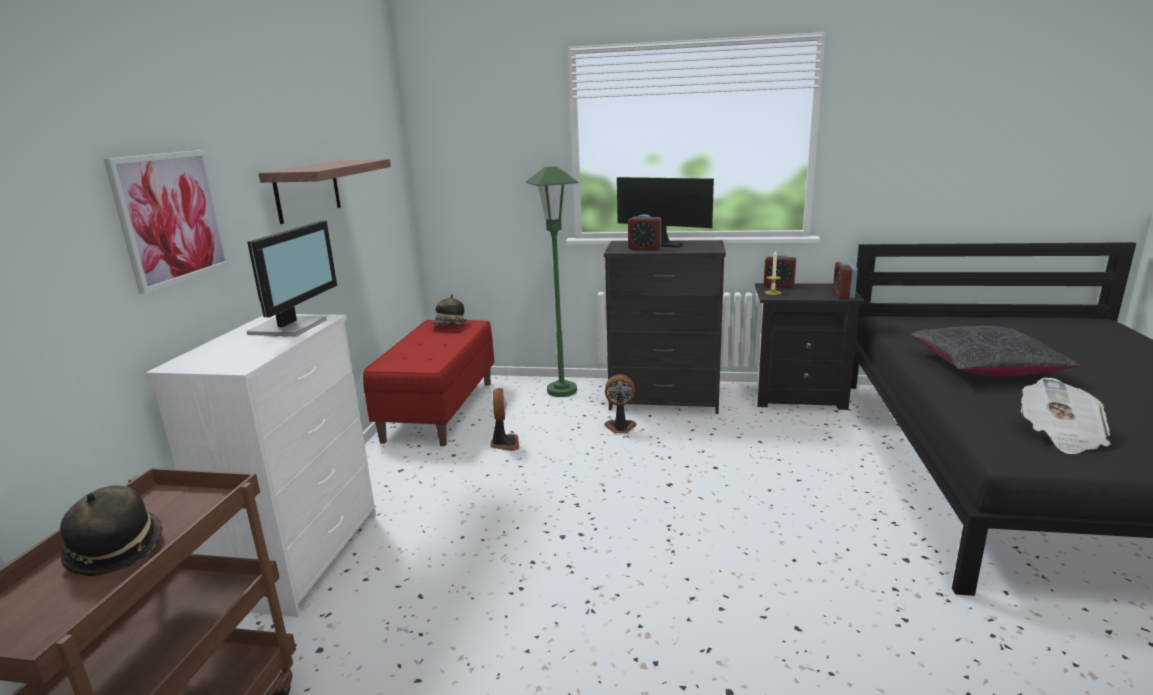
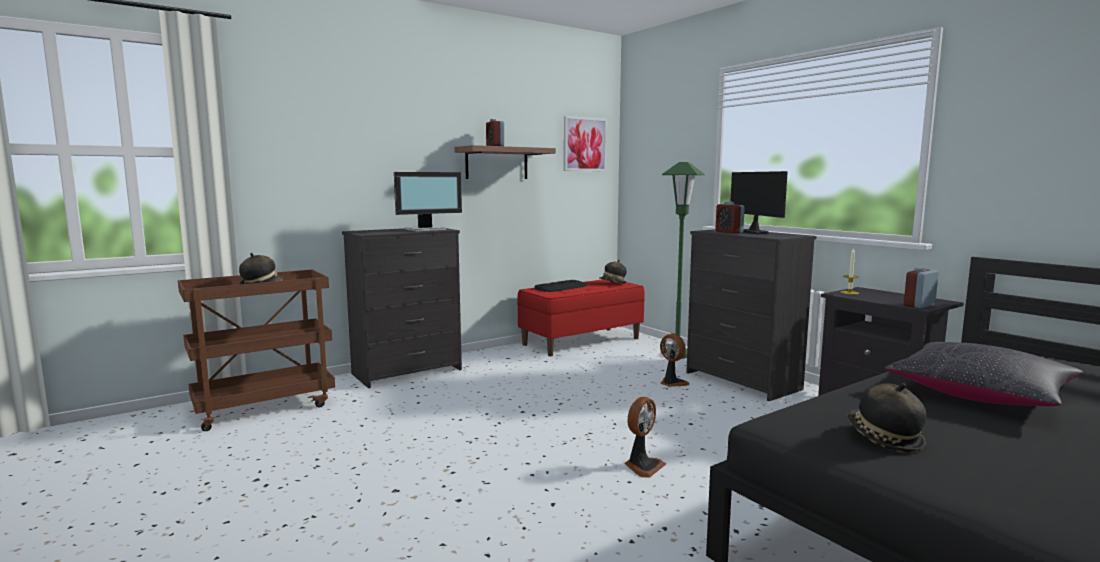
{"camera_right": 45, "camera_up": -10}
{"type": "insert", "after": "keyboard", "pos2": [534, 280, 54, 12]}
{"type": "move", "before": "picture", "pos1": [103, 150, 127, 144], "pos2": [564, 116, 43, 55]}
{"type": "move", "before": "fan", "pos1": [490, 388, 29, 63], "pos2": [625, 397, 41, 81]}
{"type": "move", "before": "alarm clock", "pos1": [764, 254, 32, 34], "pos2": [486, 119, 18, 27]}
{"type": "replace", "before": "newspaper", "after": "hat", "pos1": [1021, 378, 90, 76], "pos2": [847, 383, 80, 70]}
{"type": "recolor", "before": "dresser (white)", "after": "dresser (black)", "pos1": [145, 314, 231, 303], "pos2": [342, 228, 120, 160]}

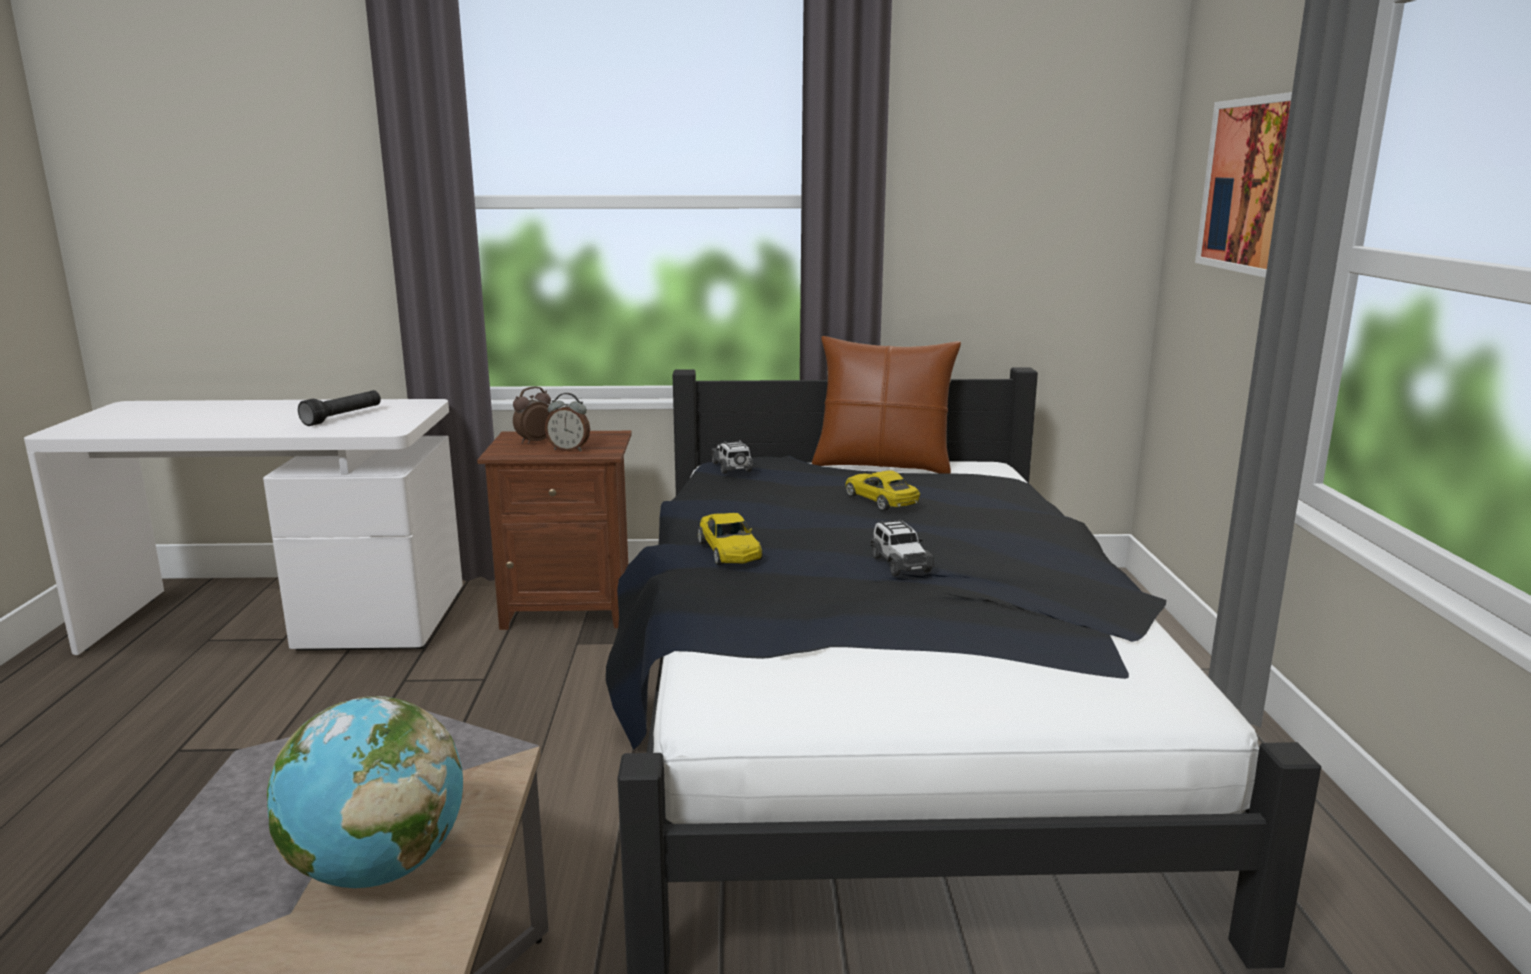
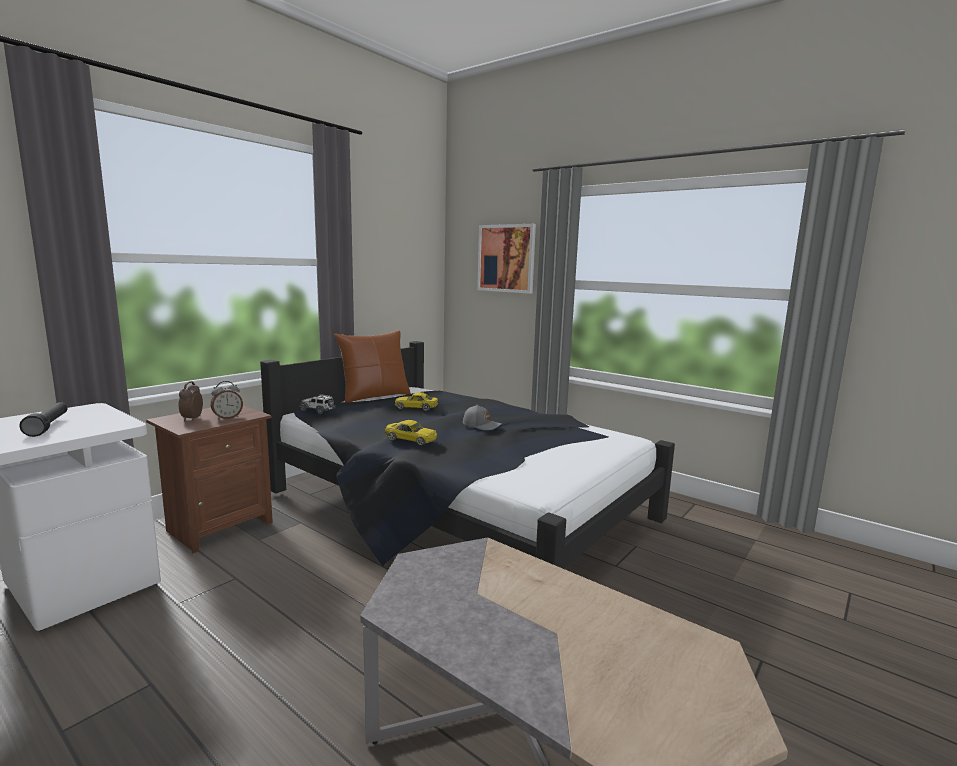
{"camera_right": -50, "camera_up": -5}
{"type": "delete", "before": "globe", "pos1": [267, 696, 196, 192]}
{"type": "replace", "before": "toy car", "after": "cap (grey)", "pos1": [870, 519, 64, 57], "pos2": [463, 405, 39, 25]}

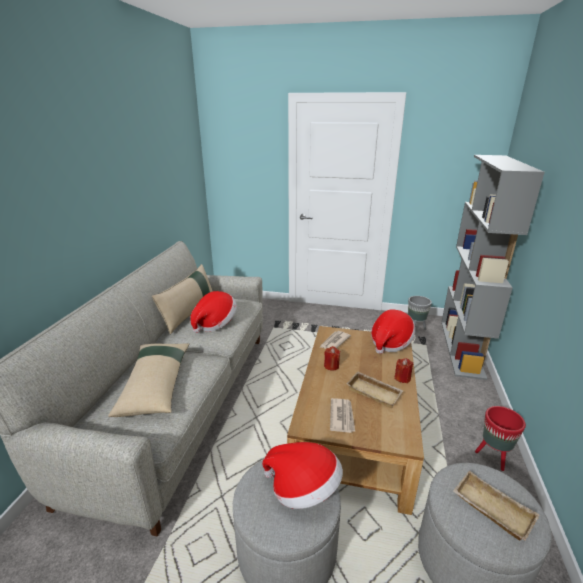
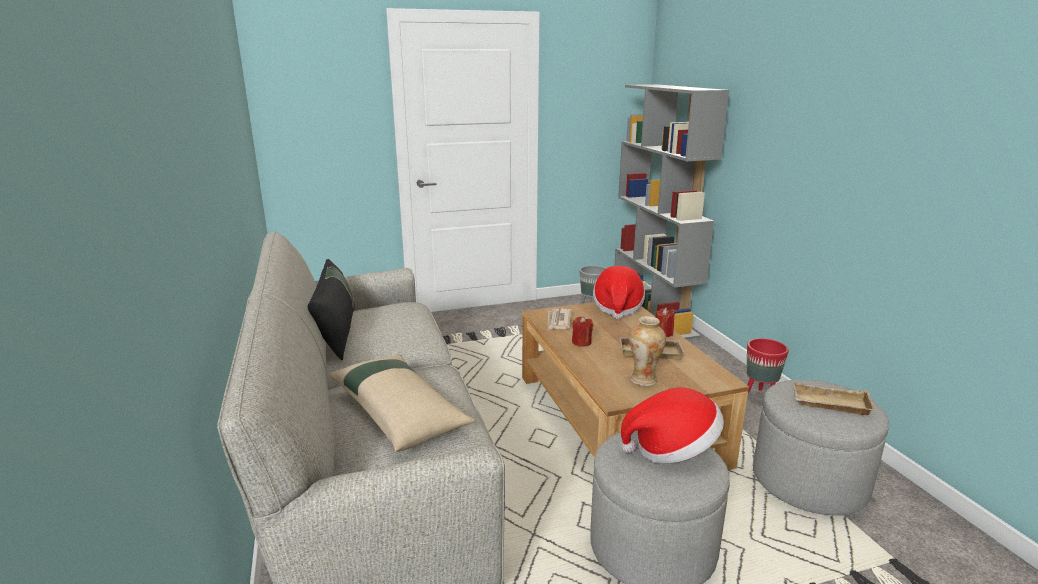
{"camera_right": -30, "camera_up": -5}
{"type": "delete", "before": "hat", "pos1": [190, 291, 47, 42]}
{"type": "replace", "before": "newspaper", "after": "vase", "pos1": [330, 398, 25, 35], "pos2": [630, 316, 36, 70]}
{"type": "recolor", "before": "pillow (beige)", "after": "pillow (black)", "pos1": [152, 264, 61, 70], "pos2": [308, 259, 47, 101]}

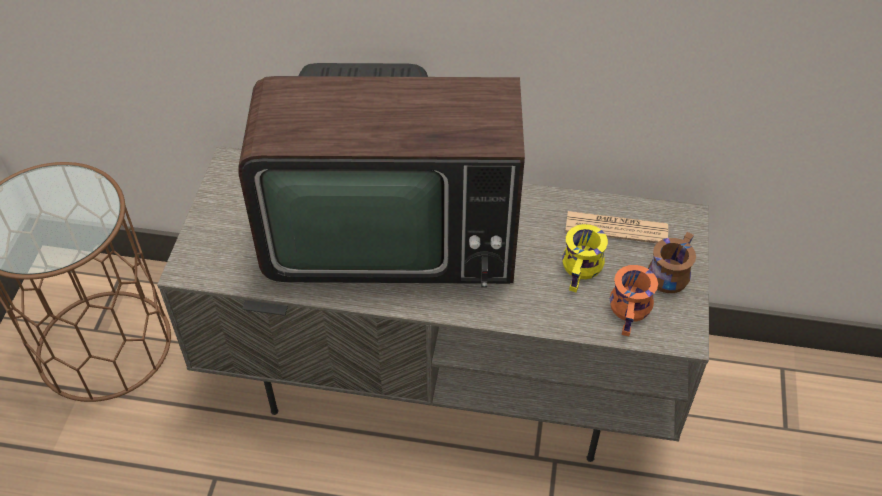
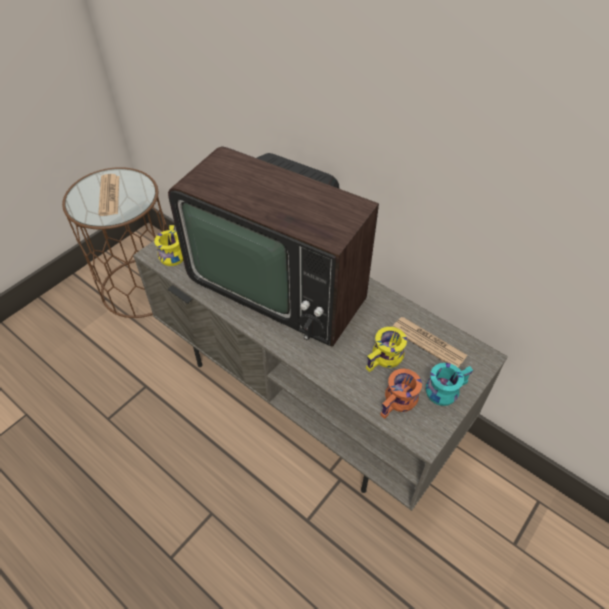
{"camera_right": 30, "camera_up": 0}
{"type": "insert", "after": "newspaper", "pos2": [98, 174, 21, 42]}
{"type": "insert", "after": "mug (yellow)", "pos2": [154, 225, 29, 41]}
{"type": "recolor", "before": "mug (brown)", "after": "mug (turquoise)", "pos1": [648, 232, 48, 61], "pos2": [426, 363, 47, 43]}

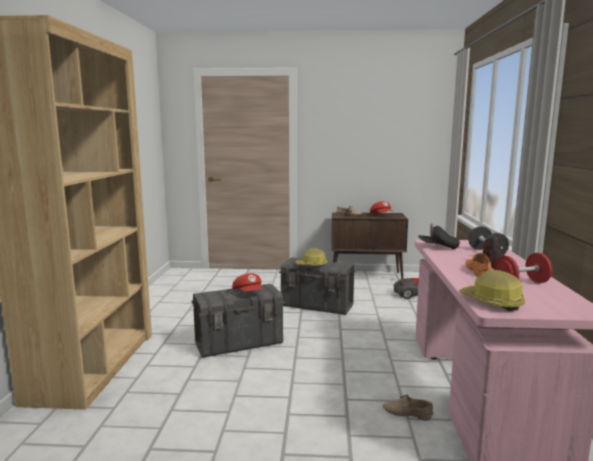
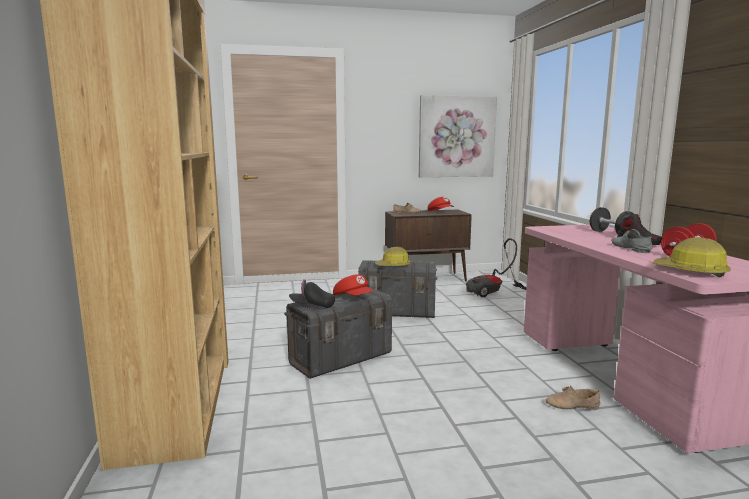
{"camera_right": -15, "camera_up": 0}
{"type": "insert", "after": "picture", "pos2": [419, 95, 78, 82]}
{"type": "move", "before": "cap (black)", "pos1": [418, 223, 42, 26], "pos2": [289, 279, 46, 29]}
{"type": "recolor", "before": "shoe (orange)", "after": "shoe (grey)", "pos1": [465, 253, 27, 24], "pos2": [611, 229, 42, 24]}

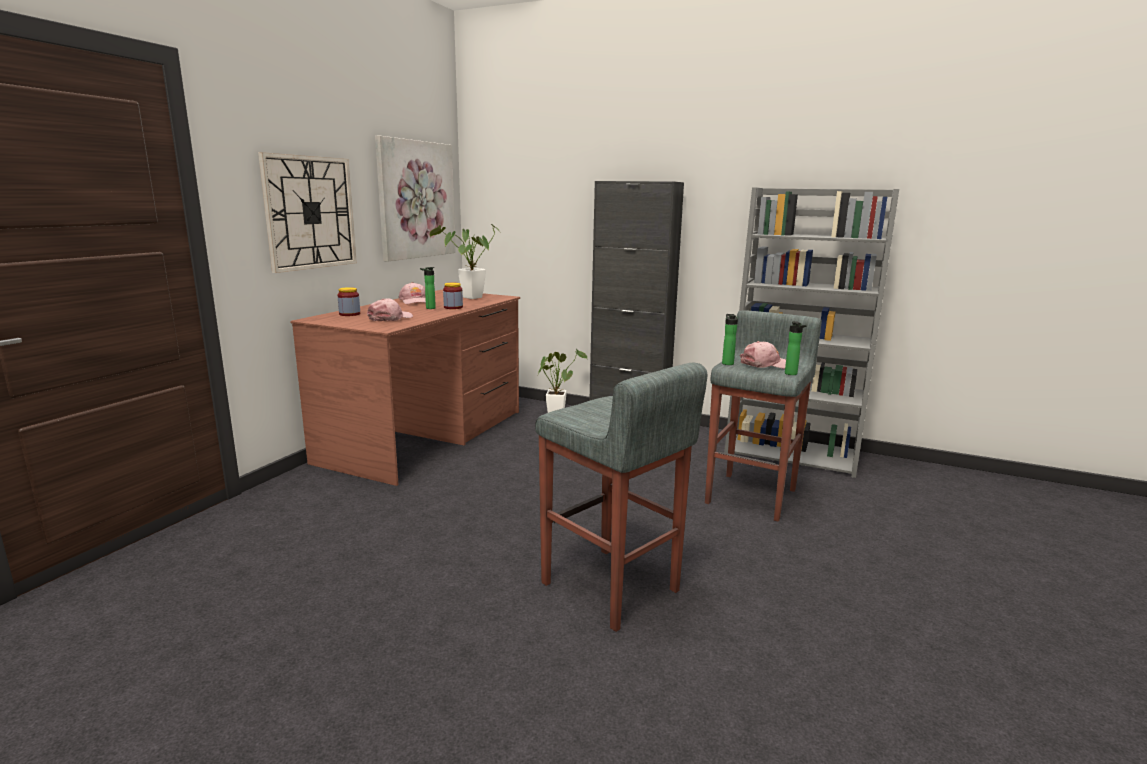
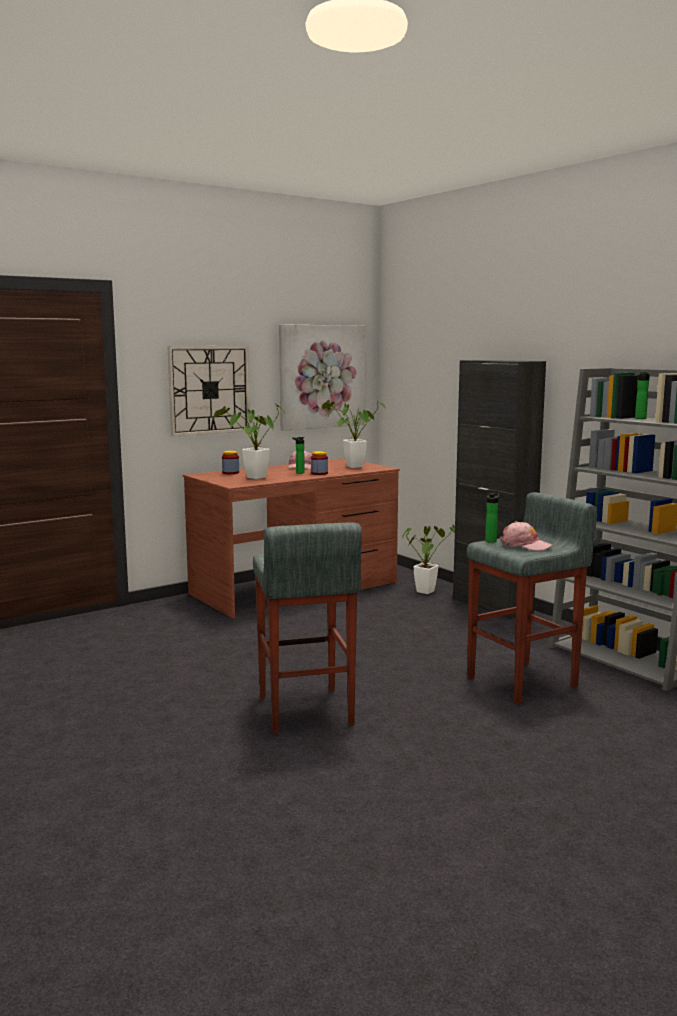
{"camera_right": 30, "camera_up": -5}
{"type": "move", "before": "bottle", "pos1": [785, 321, 22, 54], "pos2": [635, 372, 15, 47]}
{"type": "replace", "before": "cap (pink)", "after": "potted plant", "pos1": [367, 298, 46, 23], "pos2": [214, 404, 69, 75]}

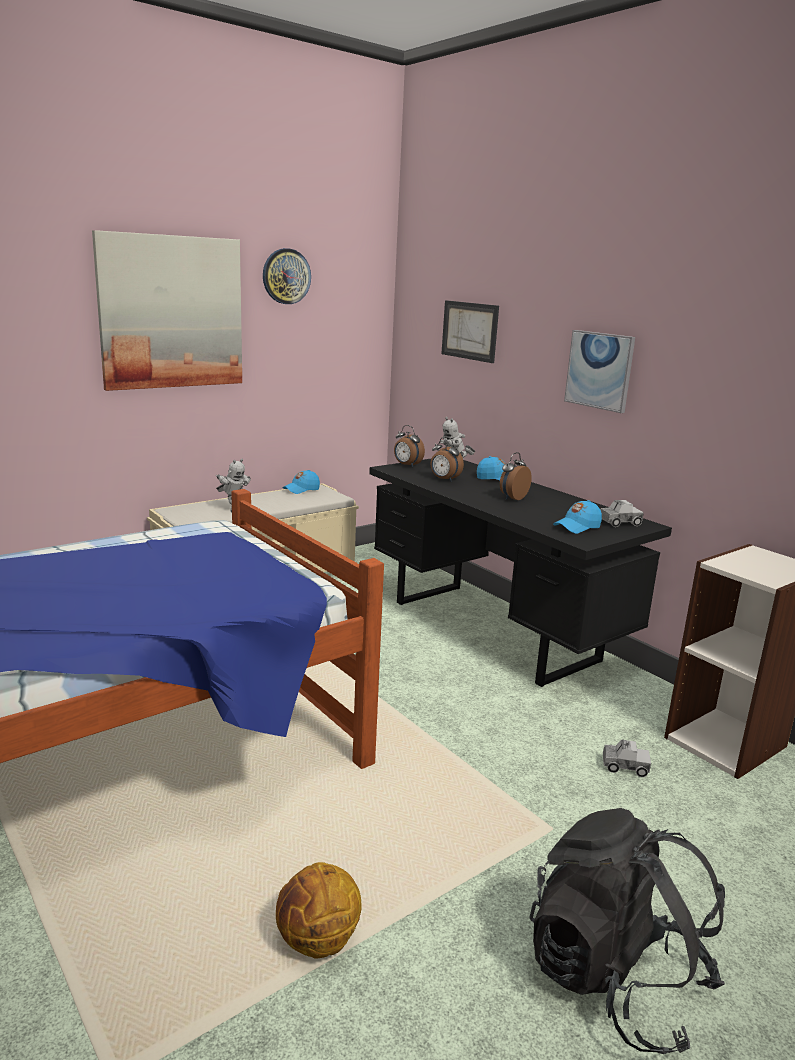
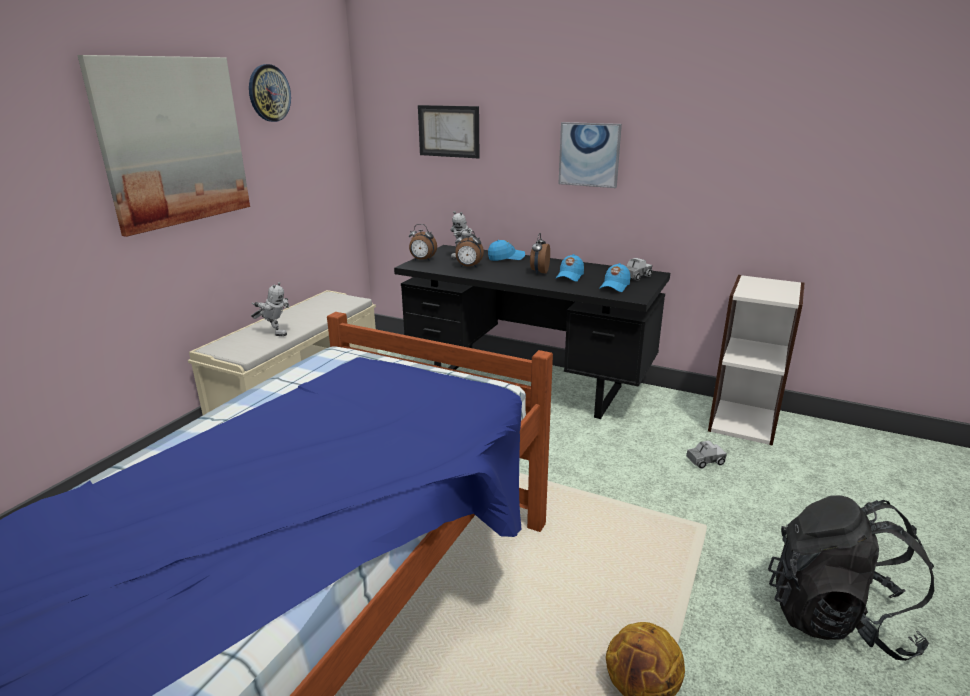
{"camera_right": -25, "camera_up": 5}
{"type": "move", "before": "cap (blue)", "pos1": [283, 470, 37, 24], "pos2": [555, 254, 29, 28]}

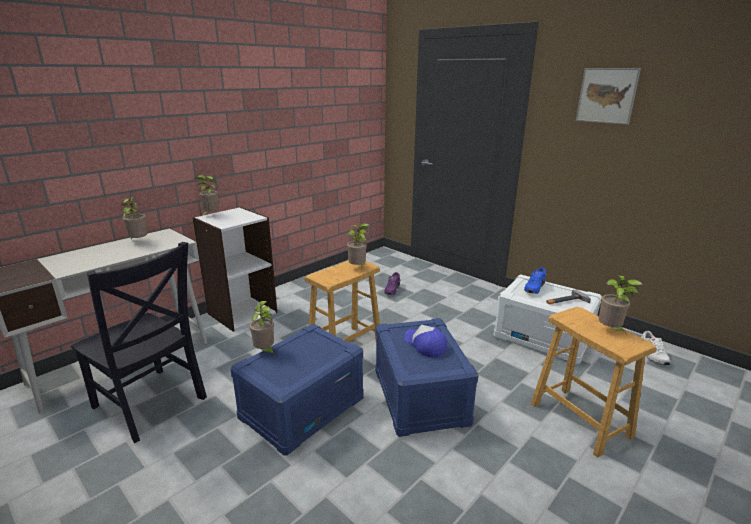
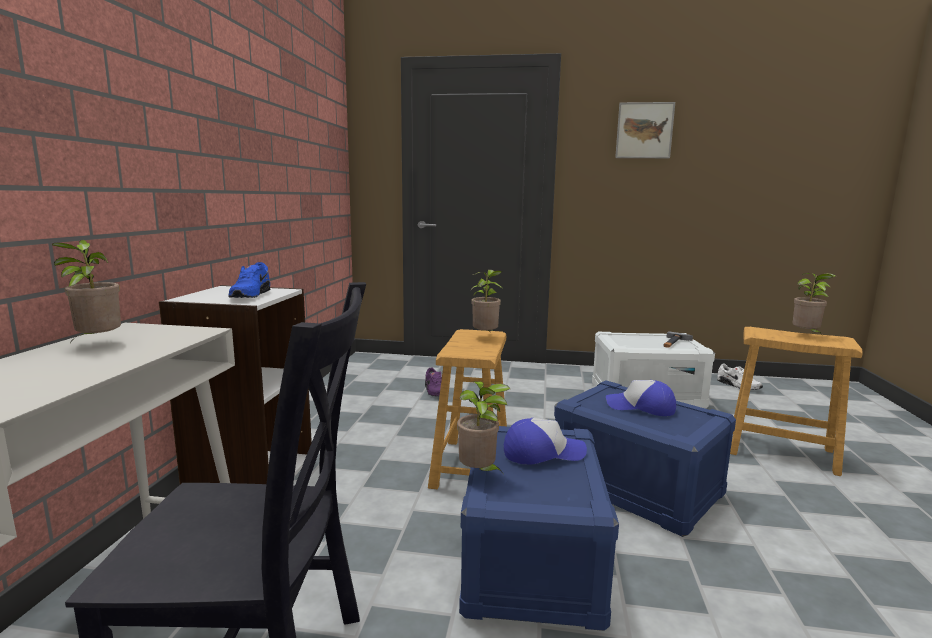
{"camera_right": -35, "camera_up": -10}
{"type": "delete", "before": "potted plant", "pos1": [193, 175, 26, 42]}
{"type": "insert", "after": "cap", "pos2": [504, 418, 83, 47]}
{"type": "move", "before": "shoe (blue)", "pos1": [524, 267, 22, 27], "pos2": [228, 262, 43, 36]}

